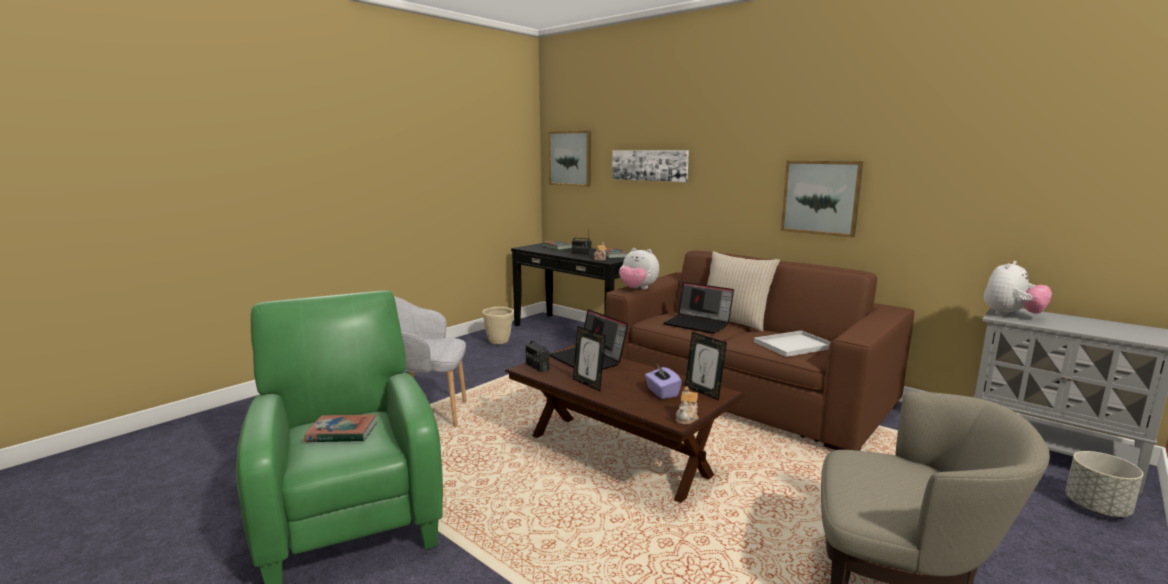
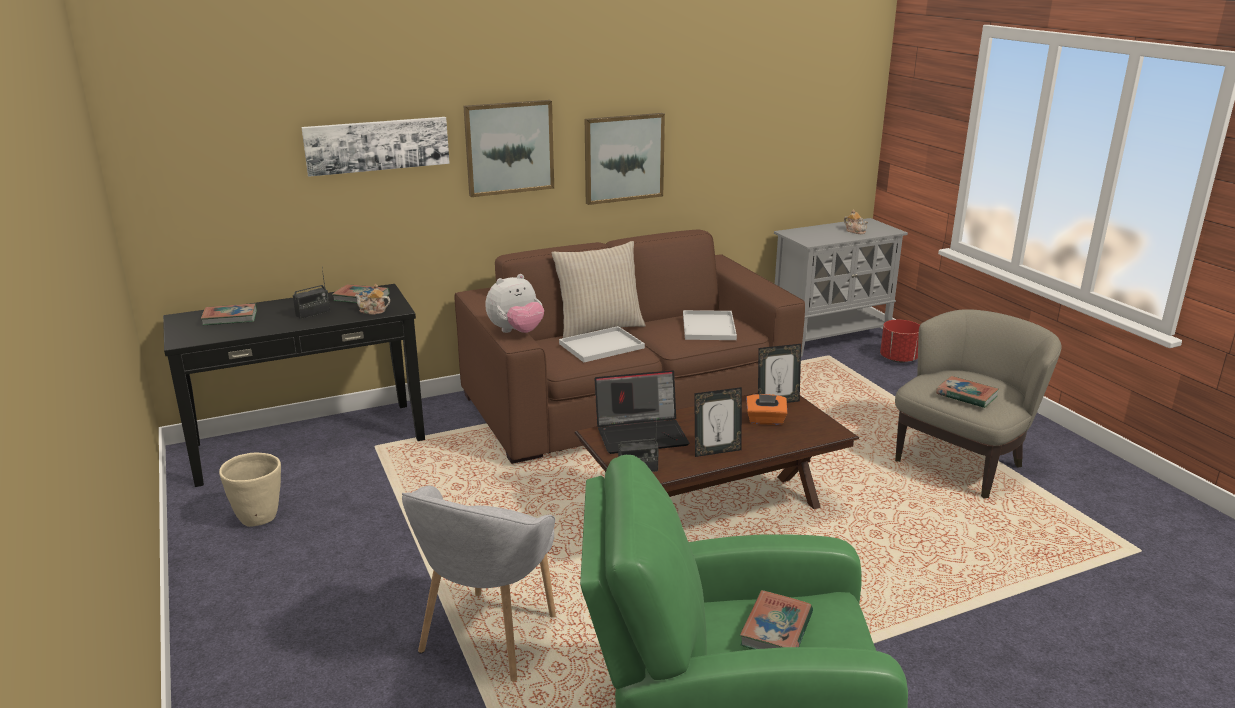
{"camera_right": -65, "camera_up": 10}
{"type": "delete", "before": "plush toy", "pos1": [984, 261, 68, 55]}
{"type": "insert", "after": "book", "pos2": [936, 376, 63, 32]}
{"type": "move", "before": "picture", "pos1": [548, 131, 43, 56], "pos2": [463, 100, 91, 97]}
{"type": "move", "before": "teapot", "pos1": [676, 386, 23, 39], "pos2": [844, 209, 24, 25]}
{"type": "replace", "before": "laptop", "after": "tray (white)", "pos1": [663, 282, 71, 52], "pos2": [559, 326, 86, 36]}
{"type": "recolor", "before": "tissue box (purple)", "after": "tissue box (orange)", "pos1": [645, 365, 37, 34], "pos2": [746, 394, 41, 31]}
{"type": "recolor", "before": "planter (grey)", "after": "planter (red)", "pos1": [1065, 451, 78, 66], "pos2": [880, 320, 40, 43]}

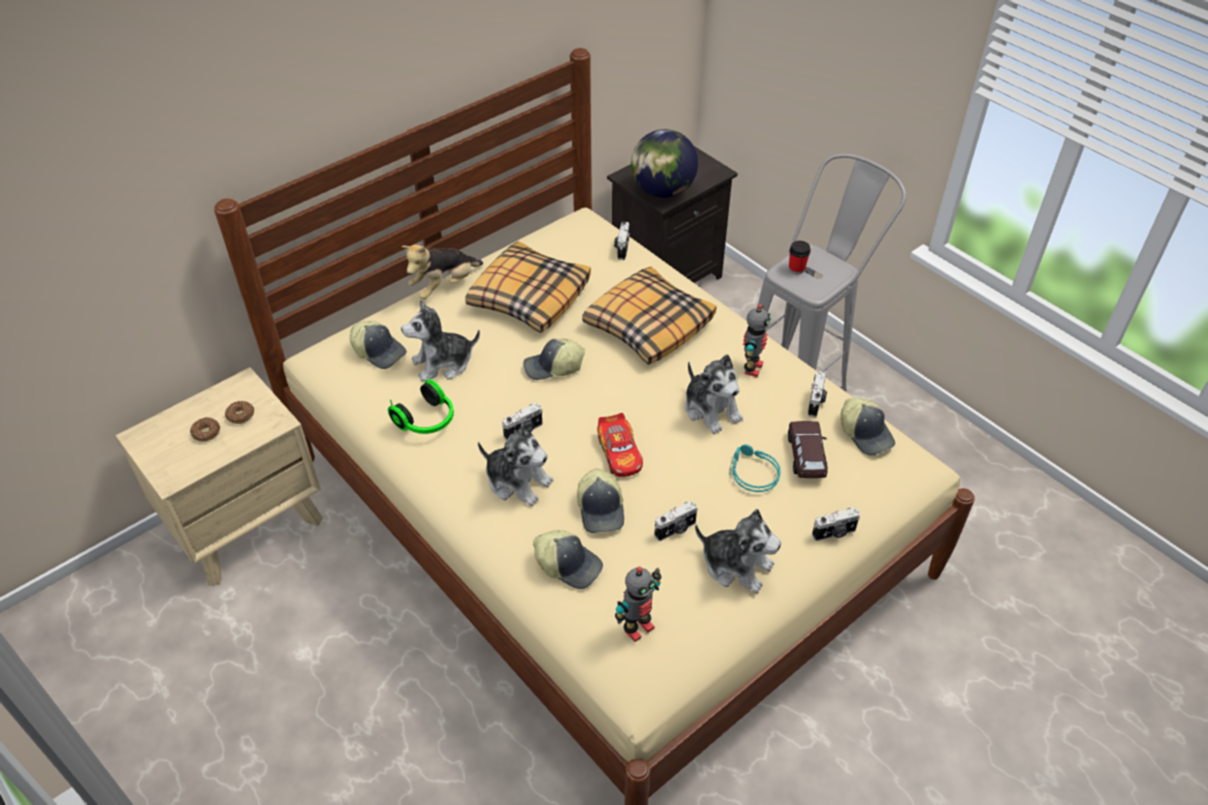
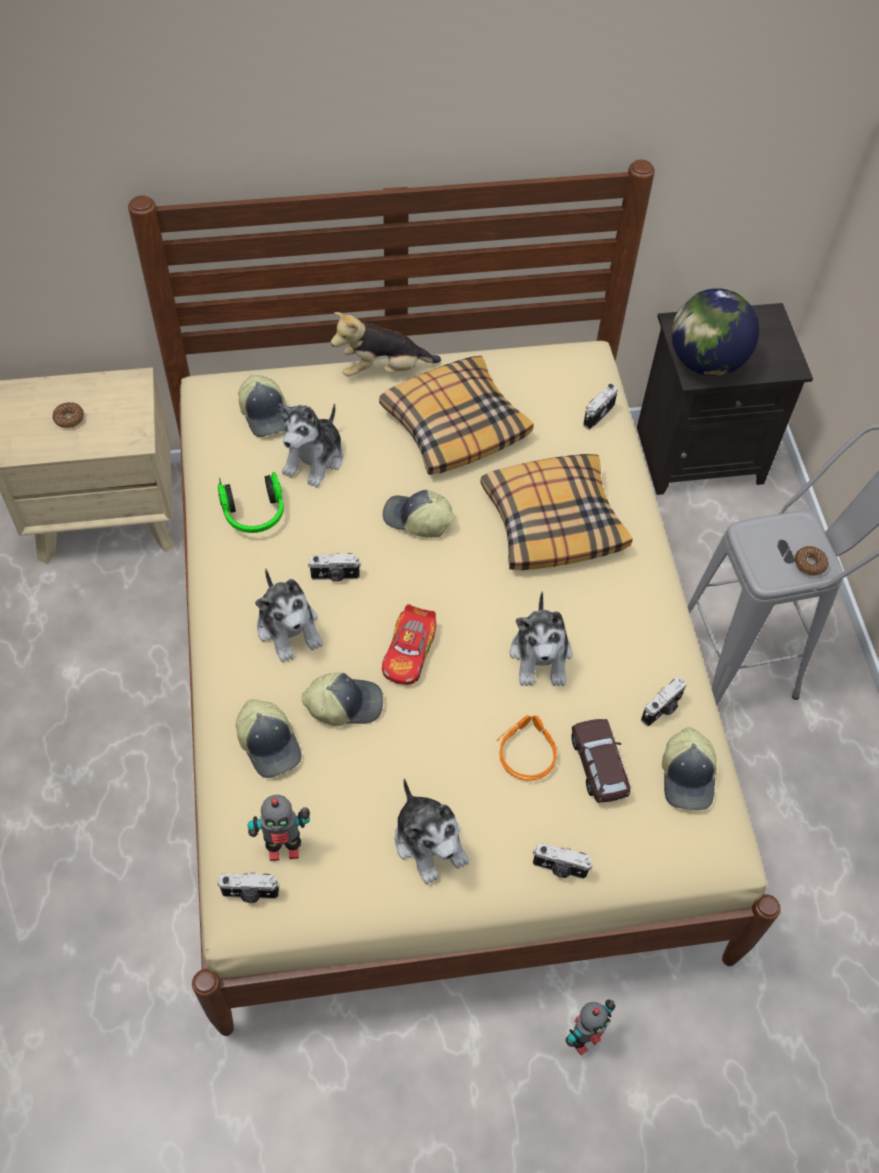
{"camera_right": 30, "camera_up": 10}
{"type": "delete", "before": "cup", "pos1": [789, 241, 22, 34]}
{"type": "move", "before": "donut", "pos1": [225, 401, 29, 23], "pos2": [795, 546, 34, 30]}
{"type": "move", "before": "photo camera", "pos1": [654, 501, 44, 40], "pos2": [217, 872, 63, 31]}
{"type": "move", "before": "toy robot", "pos1": [743, 304, 28, 73], "pos2": [566, 1000, 49, 55]}
{"type": "recolor", "before": "headphones (turquoise)", "after": "headphones (orange)", "pos1": [729, 444, 52, 48], "pos2": [497, 715, 60, 66]}
{"type": "rotate", "before": "plush toy", "pos1": [401, 299, 79, 83], "pos2": [279, 403, 65, 84], "turn": -75}
{"type": "rotate", "before": "cap", "pos1": [577, 469, 47, 64], "pos2": [302, 672, 81, 54], "turn": -120}
{"type": "rotate", "before": "toy car (brown)", "pos1": [788, 421, 40, 57], "pos2": [571, 719, 59, 84], "turn": -45}

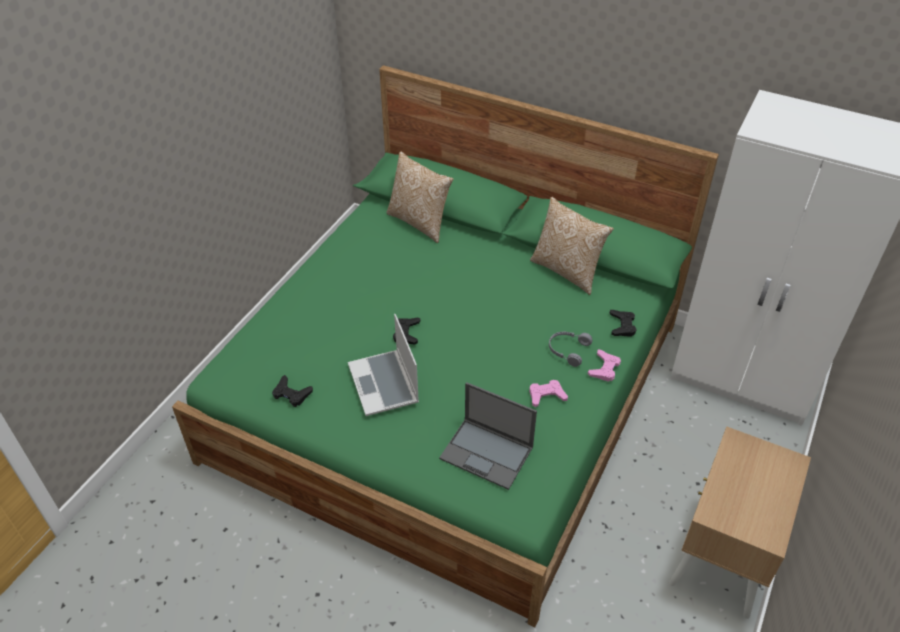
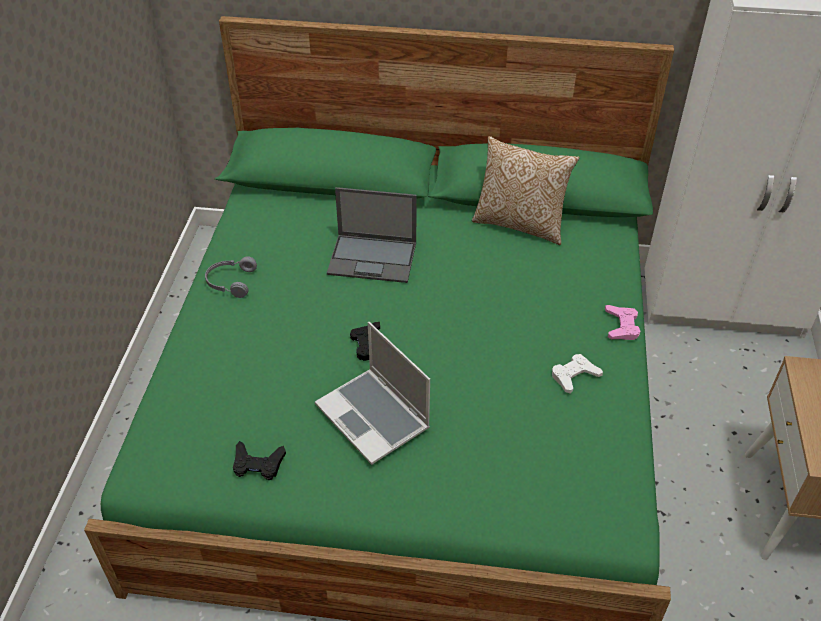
{"camera_right": -20, "camera_up": 0}
{"type": "delete", "before": "pillow", "pos1": [386, 152, 68, 91]}
{"type": "delete", "before": "game controller (black)", "pos1": [610, 310, 27, 26]}
{"type": "move", "before": "laptop", "pos1": [439, 382, 98, 108], "pos2": [327, 187, 90, 96]}
{"type": "move", "before": "headphones (grey)", "pos1": [549, 332, 43, 35], "pos2": [205, 256, 52, 42]}
{"type": "recolor", "before": "game controller (pink)", "after": "game controller (white)", "pos1": [529, 380, 39, 27], "pos2": [552, 354, 51, 39]}

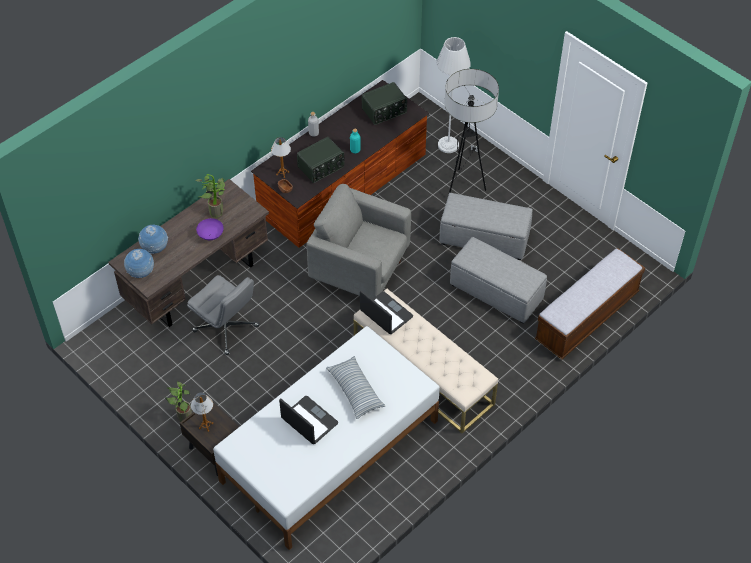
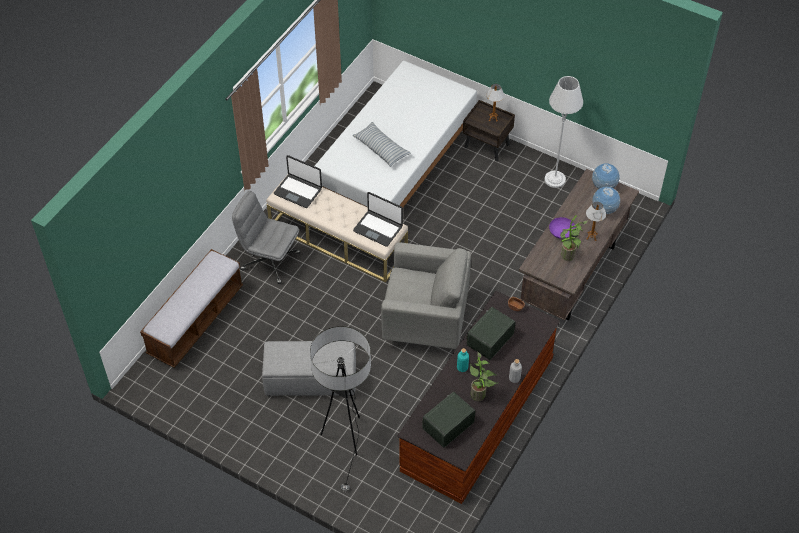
{"camera_right": 165, "camera_up": 0}
{"type": "delete", "before": "ottoman (grey)", "pos1": [450, 237, 97, 87]}
{"type": "move", "before": "potted plant", "pos1": [165, 381, 27, 40], "pos2": [470, 351, 28, 50]}
{"type": "move", "before": "office chair (grey)", "pos1": [187, 275, 72, 80], "pos2": [232, 191, 68, 93]}
{"type": "move", "before": "table lamp", "pos1": [271, 137, 20, 41], "pos2": [586, 202, 20, 39]}
{"type": "move", "before": "laptop", "pos1": [279, 396, 59, 48], "pos2": [274, 155, 48, 53]}
{"type": "move", "before": "floor lamp (grey)", "pos1": [436, 37, 35, 116], "pos2": [545, 76, 38, 112]}

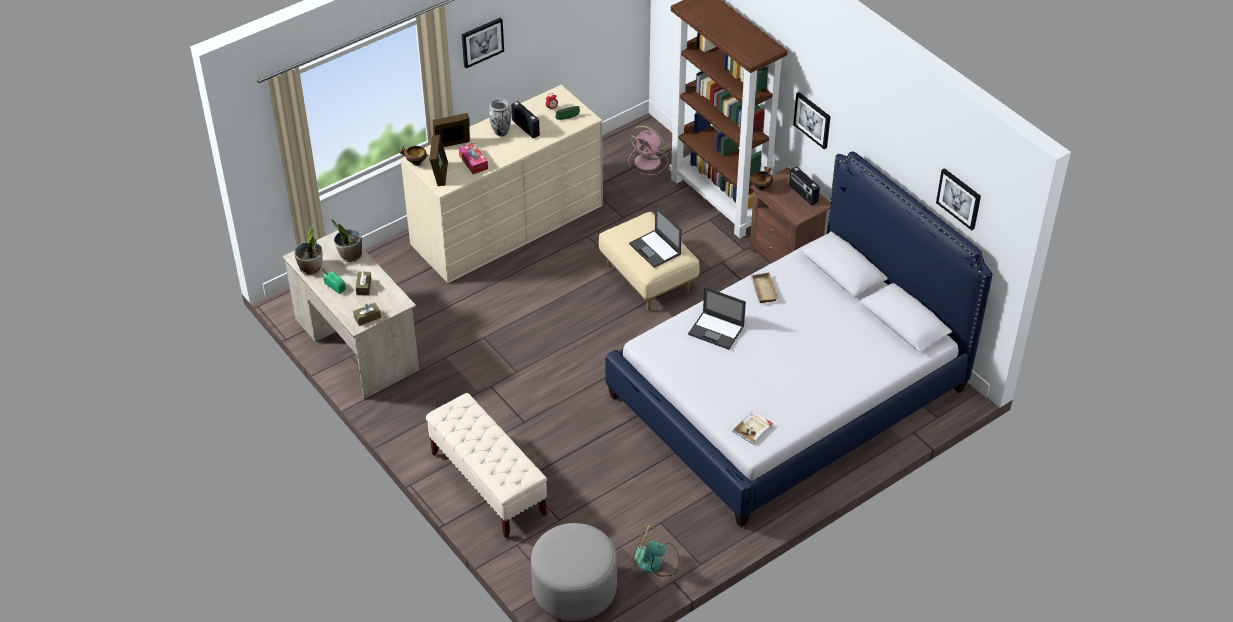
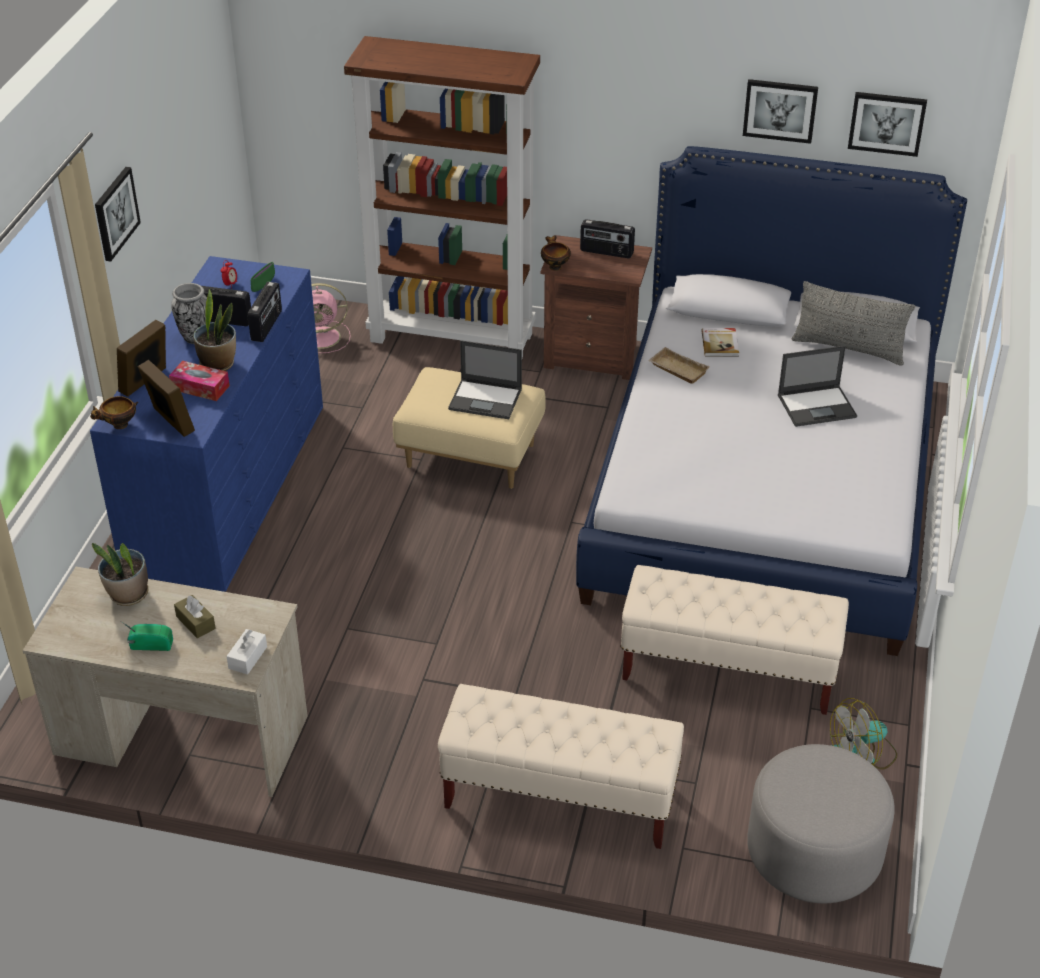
{"camera_right": -40, "camera_up": -5}
{"type": "insert", "after": "radio", "pos2": [248, 282, 34, 60]}
{"type": "insert", "after": "bench (beige)", "pos2": [620, 565, 229, 150]}
{"type": "insert", "after": "pillow (grey)", "pos2": [792, 281, 123, 85]}
{"type": "move", "before": "potted plant", "pos1": [294, 225, 29, 50], "pos2": [193, 289, 43, 82]}
{"type": "move", "before": "laptop", "pos1": [688, 287, 58, 63], "pos2": [778, 346, 79, 81]}
{"type": "move", "before": "book", "pos1": [733, 411, 40, 33], "pos2": [701, 328, 38, 29]}
{"type": "move", "before": "picture", "pos1": [793, 92, 37, 57], "pos2": [743, 79, 75, 65]}
{"type": "recolor", "before": "tissue box (brown)", "after": "tissue box (white)", "pos1": [353, 303, 28, 23], "pos2": [226, 629, 41, 46]}
{"type": "recolor", "before": "dresser (beige)", "after": "dresser (blue)", "pos1": [401, 85, 202, 198], "pos2": [90, 256, 233, 336]}

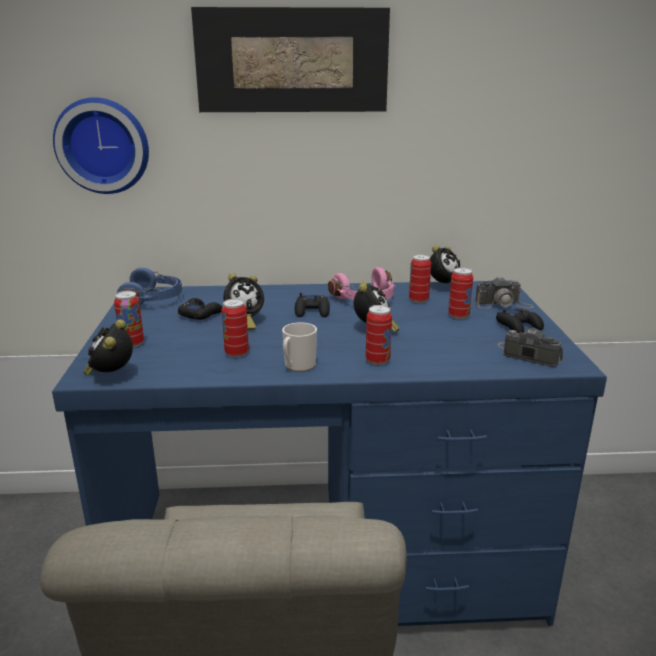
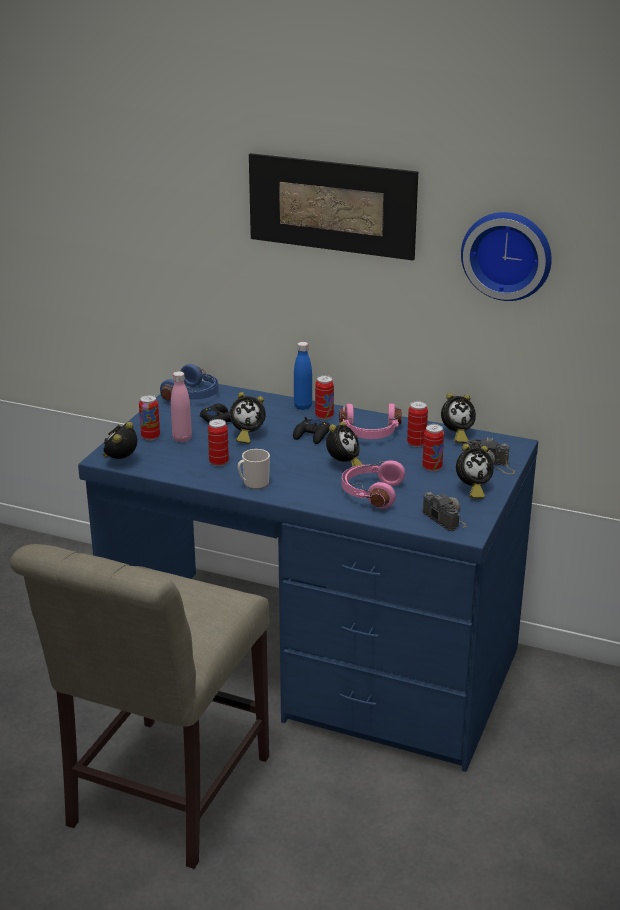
{"camera_right": 25, "camera_up": 5}
{"type": "insert", "after": "bottle (pink)", "pos2": [171, 371, 21, 72]}
{"type": "insert", "after": "bottle (blue)", "pos2": [294, 342, 18, 68]}
{"type": "insert", "after": "headphones (pink)", "pos2": [342, 460, 63, 49]}
{"type": "move", "before": "wall clock", "pos1": [53, 97, 96, 97], "pos2": [461, 212, 91, 89]}
{"type": "move", "before": "can", "pos1": [366, 305, 26, 60], "pos2": [315, 375, 19, 45]}
{"type": "replace", "before": "game controller (black)", "after": "alarm clock", "pos1": [496, 308, 48, 26], "pos2": [456, 444, 38, 55]}

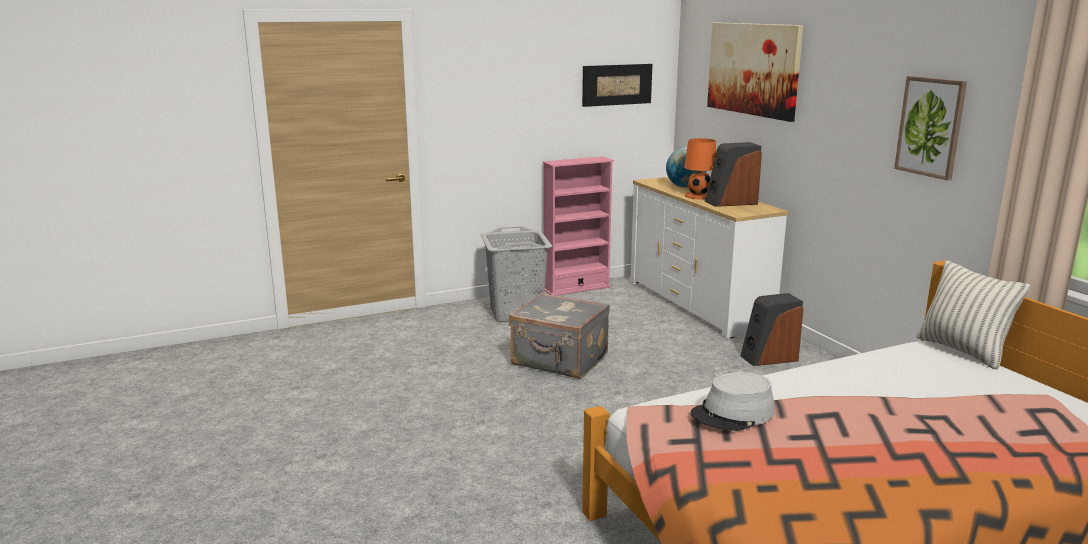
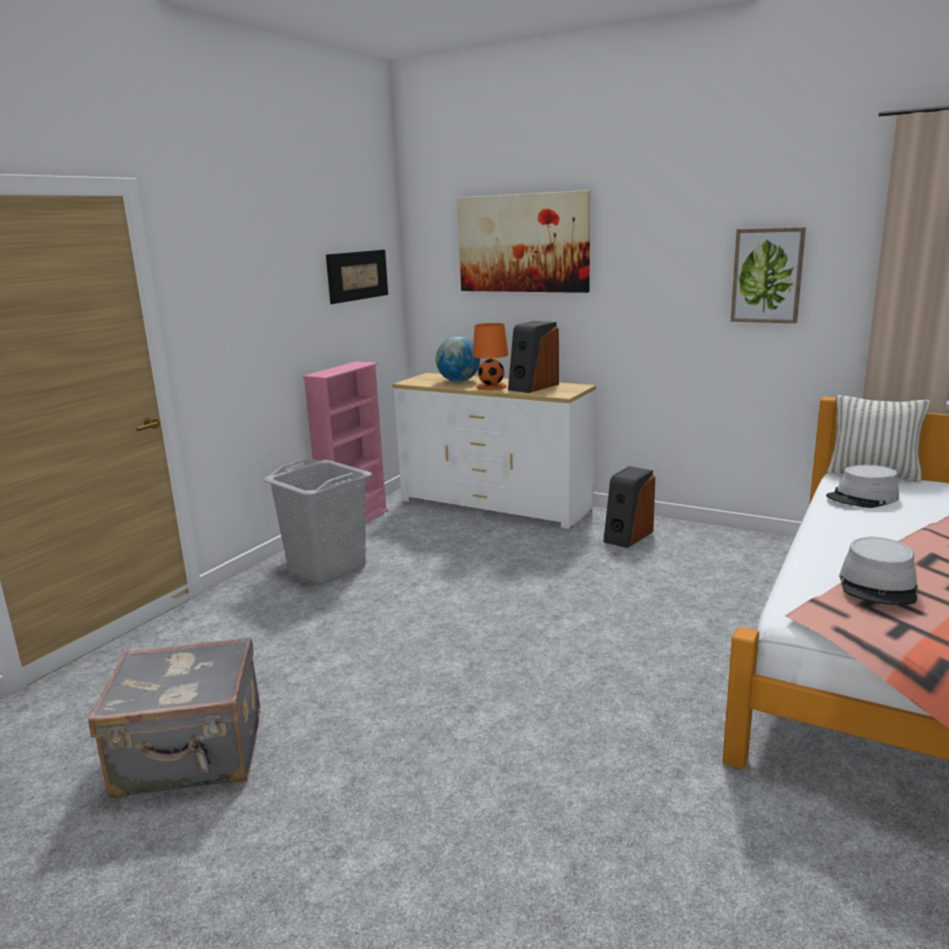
{"camera_right": -35, "camera_up": 0}
{"type": "insert", "after": "hat (grey)", "pos2": [826, 465, 73, 43]}
{"type": "move", "before": "suitcase (grey)", "pos1": [509, 293, 101, 86], "pos2": [88, 637, 172, 161]}

